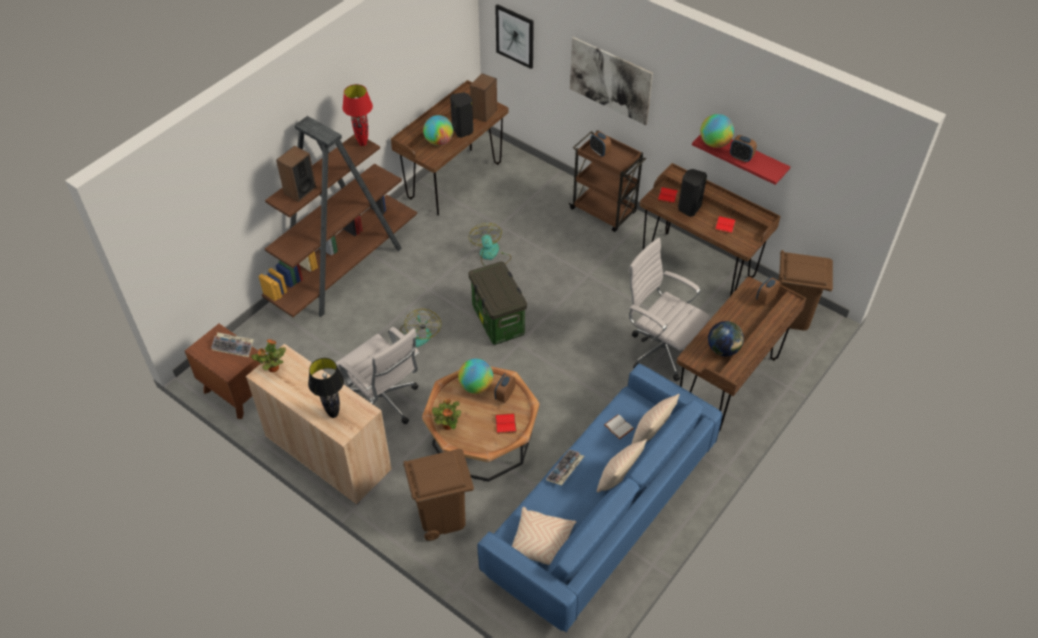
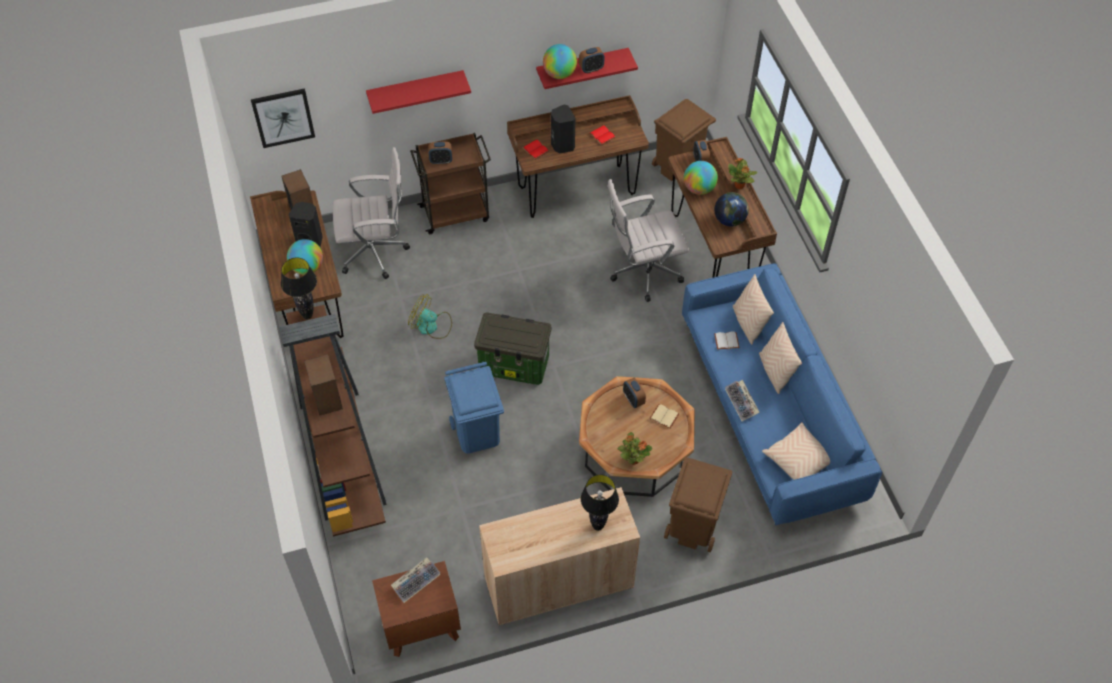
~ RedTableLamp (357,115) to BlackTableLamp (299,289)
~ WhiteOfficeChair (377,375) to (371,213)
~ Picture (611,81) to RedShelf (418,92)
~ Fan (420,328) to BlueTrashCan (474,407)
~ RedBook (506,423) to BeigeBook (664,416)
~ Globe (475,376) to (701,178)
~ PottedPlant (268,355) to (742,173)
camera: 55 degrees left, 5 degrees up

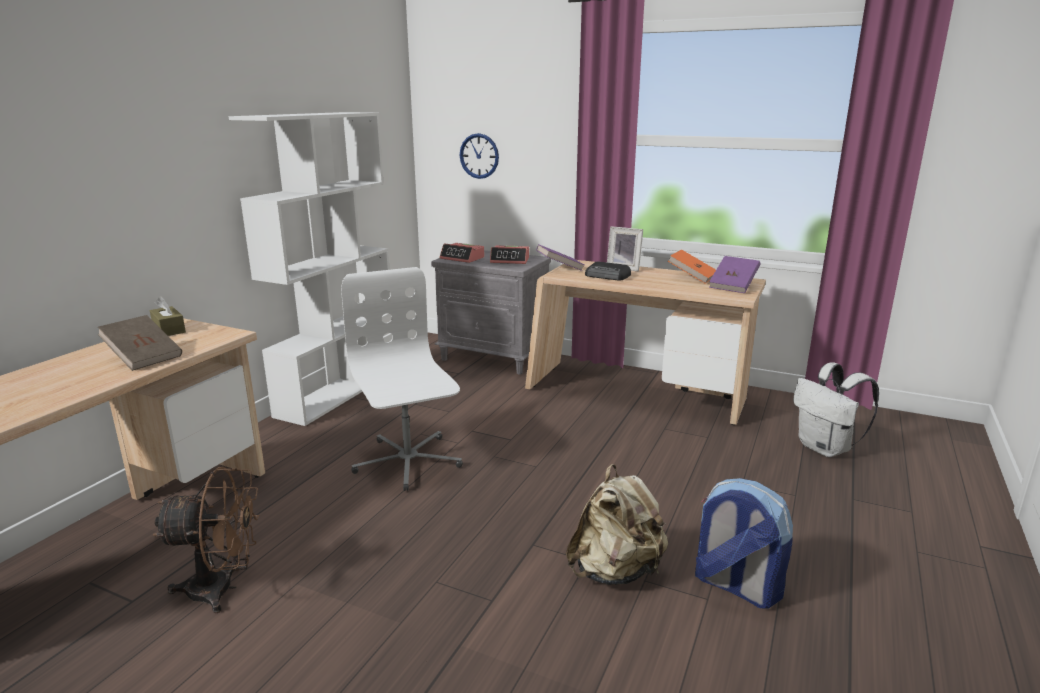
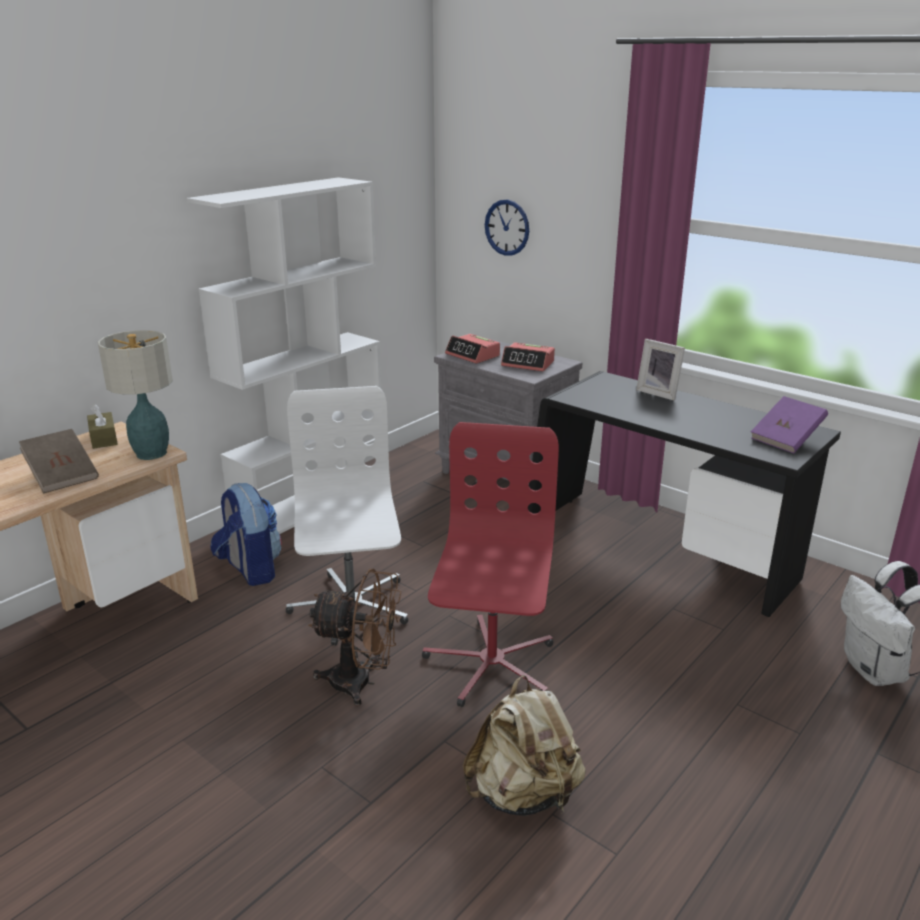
+ TableLamp (135,395)
~ Backpack (744,543) to (246,534)
~ BrownFan (206,540) to (355,637)
+ RedOfficeChair (490,564)
~ BeigeDesk (645,342) to BlackDesk (684,494)
- PurpleBook (560,258)
- Radio (608,271)
- OrangeBook (692,266)
camera: 15 degrees right, 5 degrees up

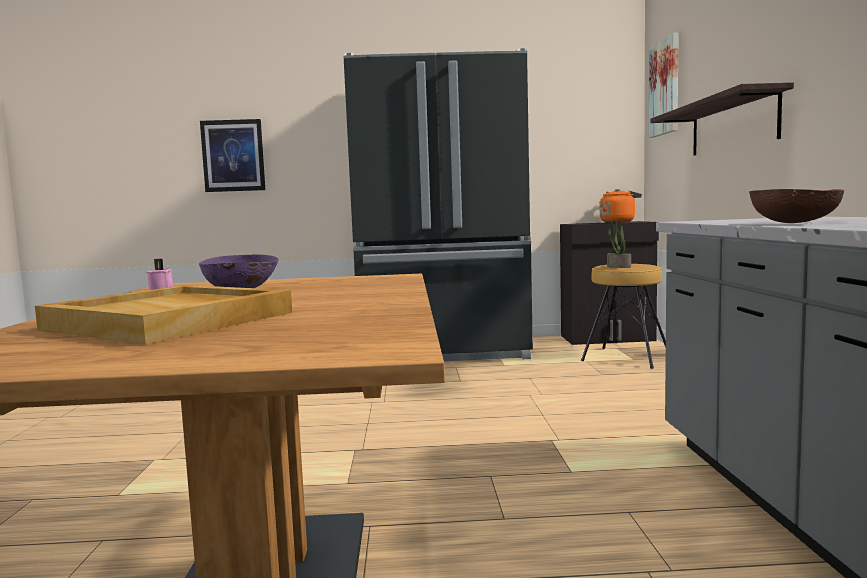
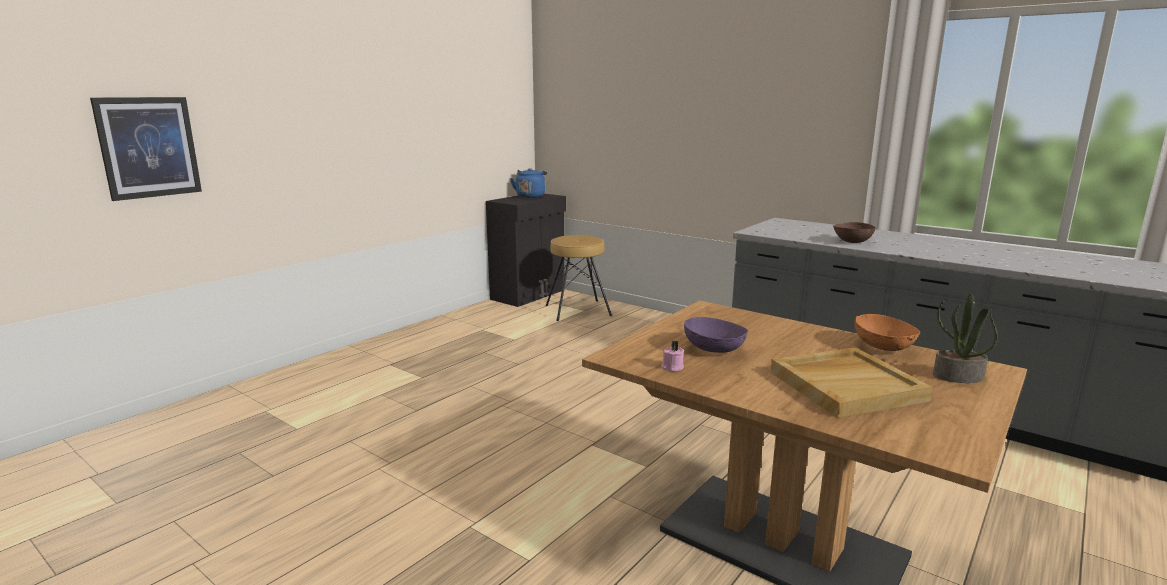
~ OrangeKettle (620,206) to BlueKettle (528,183)
+ OrangeBowl (887,332)
~ PottedPlant (619,243) to (965,338)
- BlackFridge (438,204)
- Picture (664,85)
- Shelf (722,119)
camera: 50 degrees left, 10 degrees up

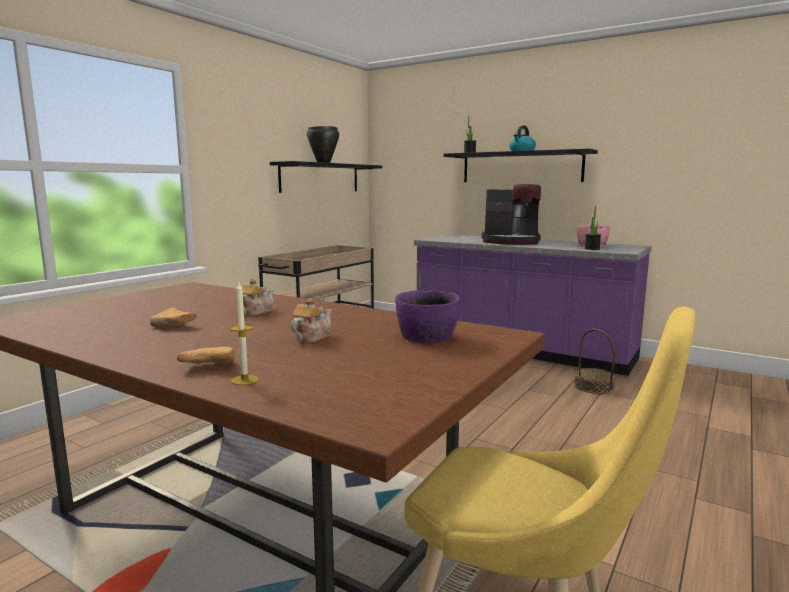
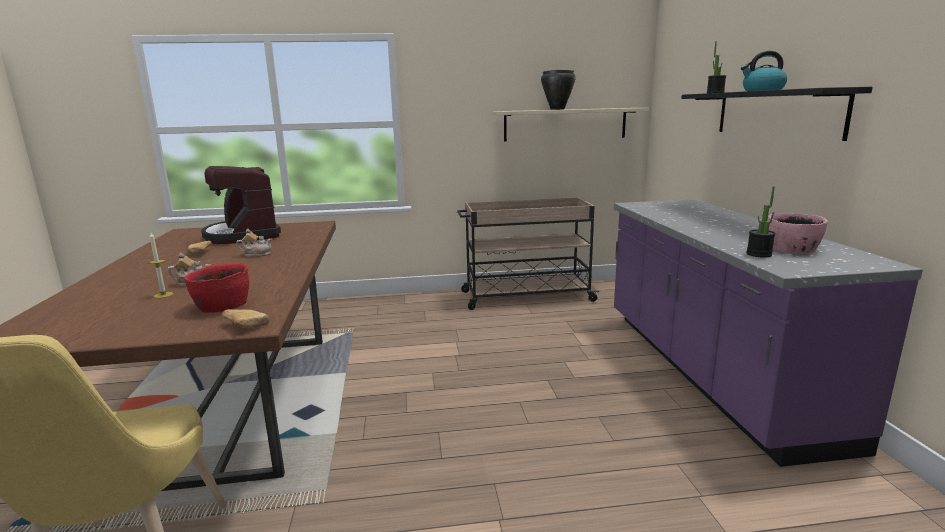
~ Candle (244,334) to (161,265)
~ PurpleBowl (427,316) to RedBowl (216,288)
~ CoffeeMachine (511,214) to (241,205)
~ Bread (206,355) to (245,318)
~ BlackShelf (326,177) to BeigeShelf (571,124)
- Basket (595,361)
camera: 50 degrees right, 5 degrees up

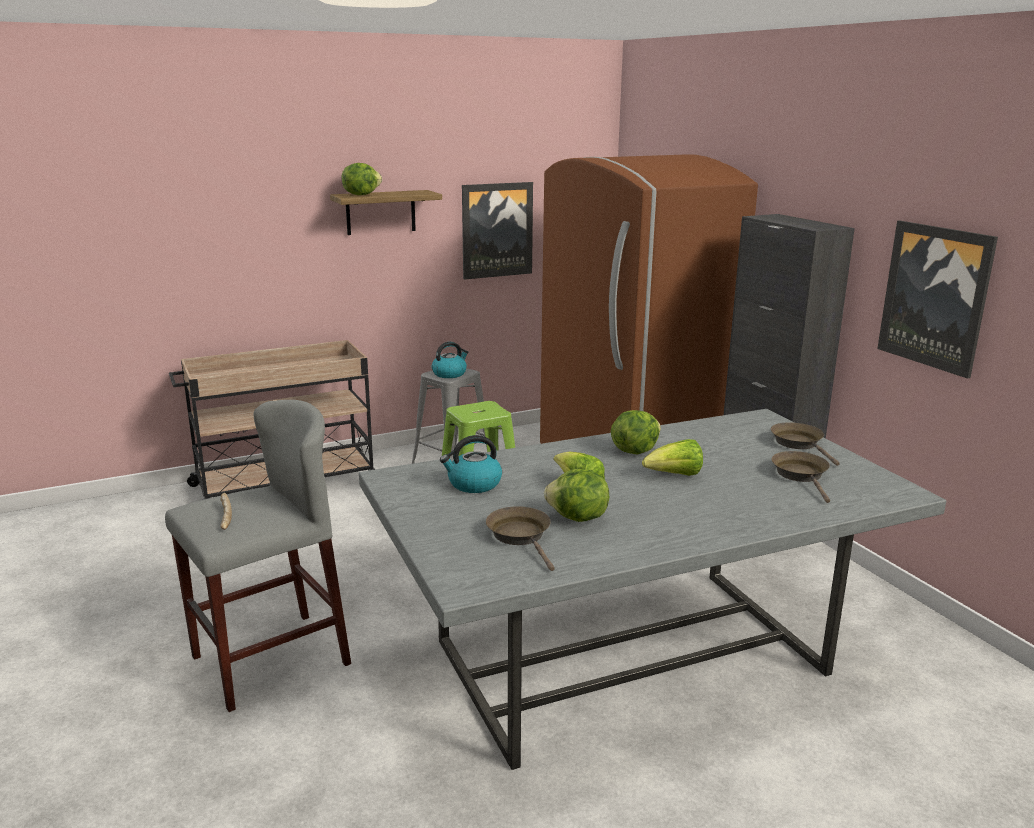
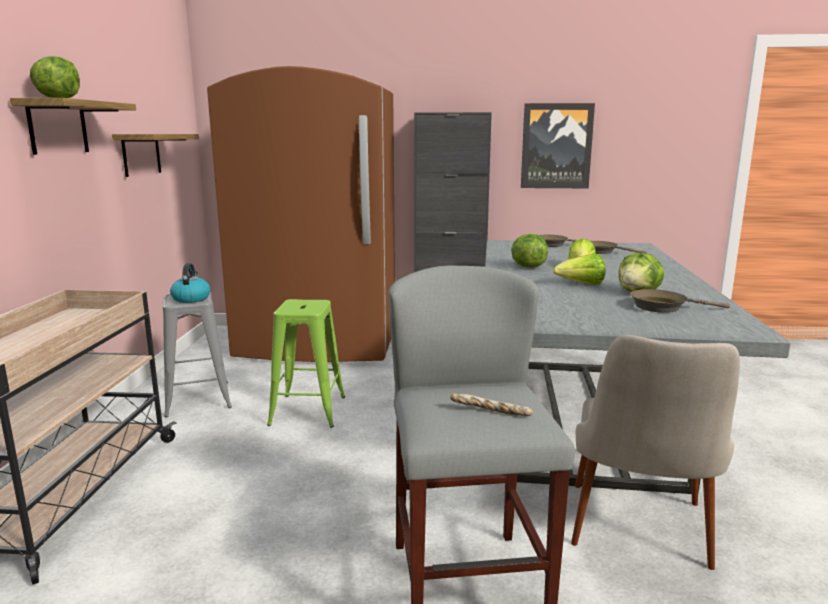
~ Picture (497,231) to Shelf (155,155)
+ BeigeChair (655,452)
- Kettle (471,464)
camera: 60 degrees left, 5 degrees down

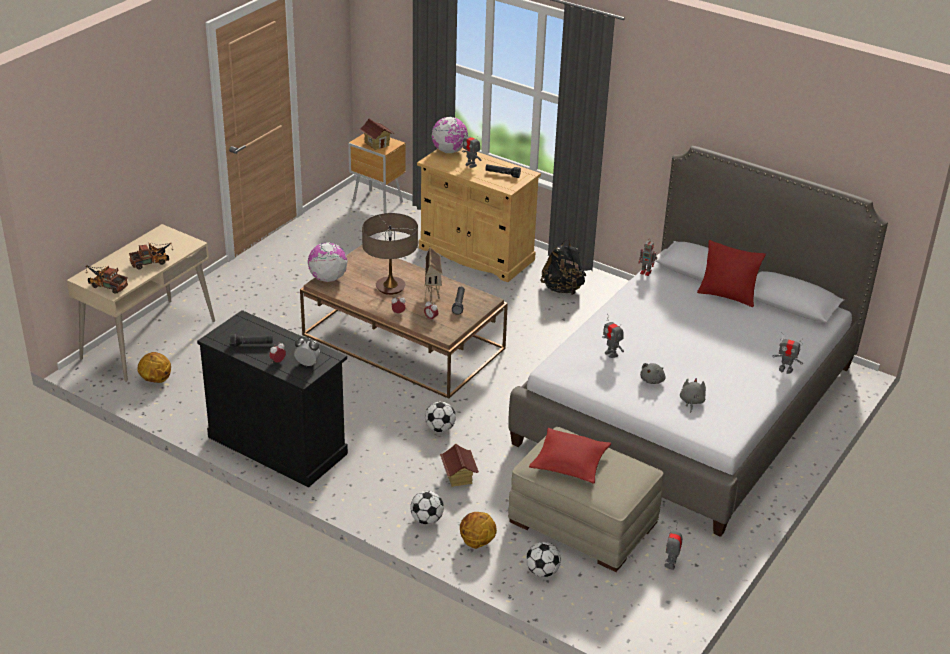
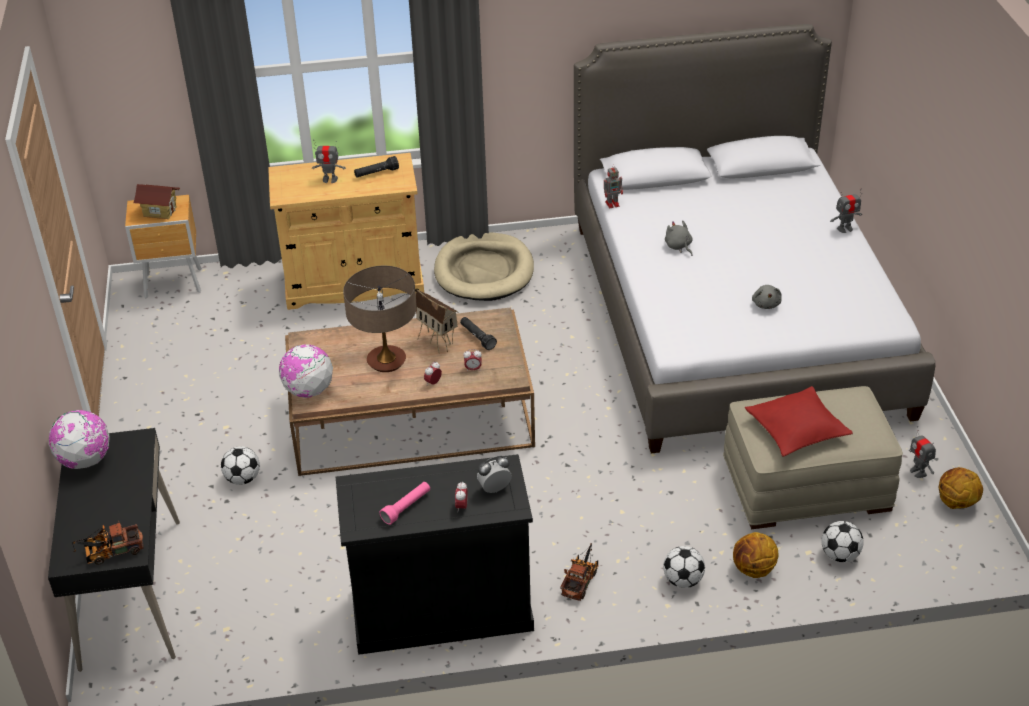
~ BeigeDesk (141,303) to BlackDesk (114,550)
~ Globe (450,135) to (79,439)
~ Football (440,416) to (240,465)
~ BlackFlashlight (251,340) to PinkFlashlight (405,503)
~ BlackBackpack (563,267) to BeigeDogBed (484,267)
~ ToyTruck (151,256) to (579,572)
~ GreyPlushToy (693,395) to (678,238)
~ Basketball (154,367) to (961,488)
- ToyHouse (459,465)
- ToyRobot (613,336)
- RedPillow (731,273)
camera: 40 degrees left, 5 degrees up

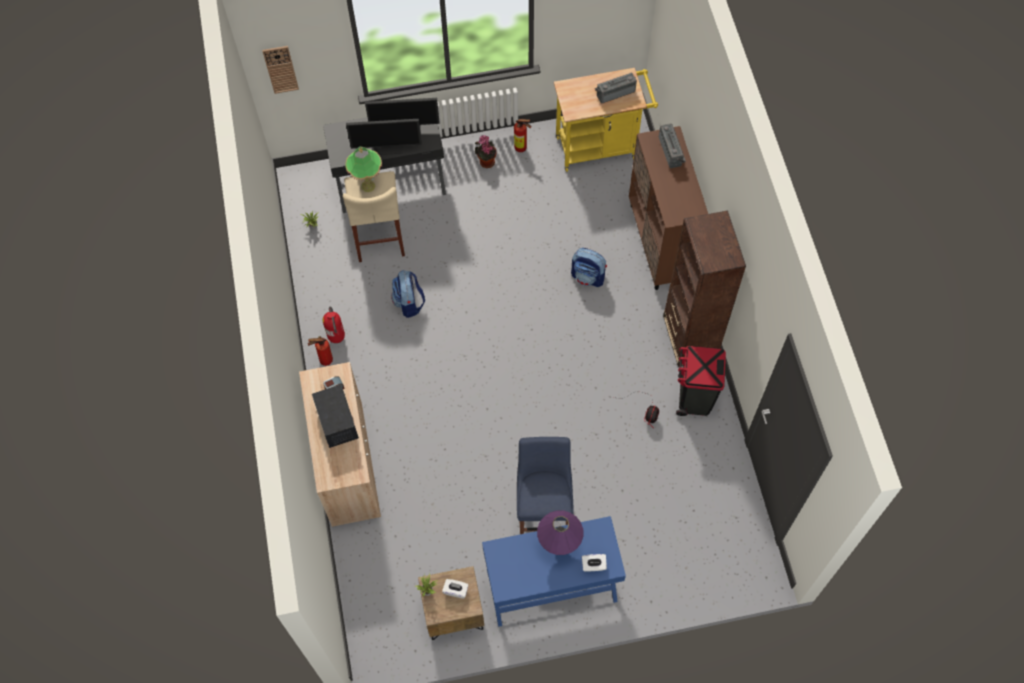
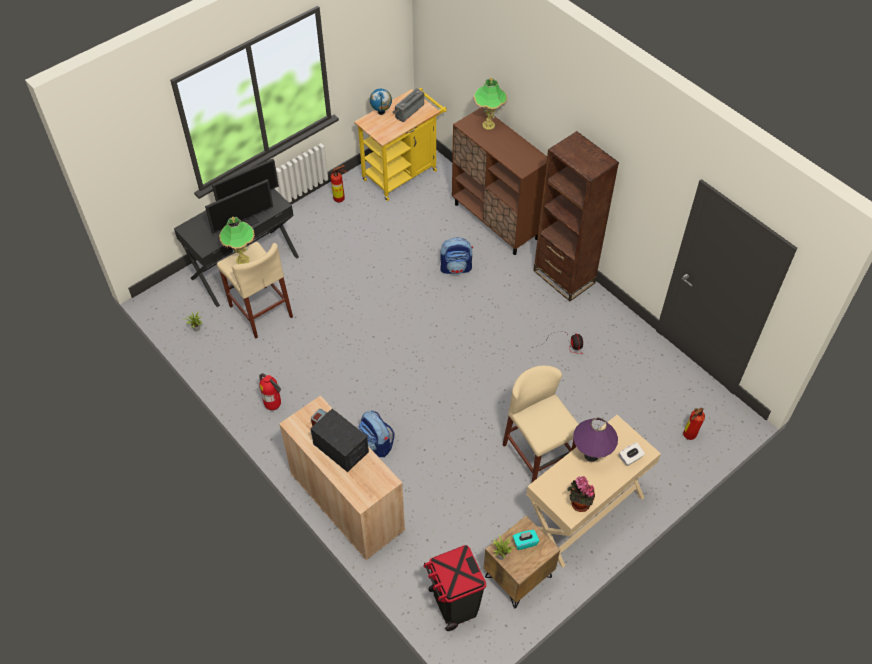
~ Backpack (408,294) to (377,433)
+ Globe (381,102)
~ BlackTrashCan (701,381) to (454,588)
~ Radio (672,145) to TableLamp (490,103)
~ BlueChair (545,485) to BeigeStool (541,423)
~ WhiteTissueBox (455,589) to TurquoiseTissueBox (526,540)
~ BlueDesk (554,571) to BeigeDesk (593,491)
~ PottedPlant (486,151) to (581,494)
~ FireExtinguisher (320,351) to (694,424)
- WallClock (280,70)
camera: 30 degrees left, 10 degrees down

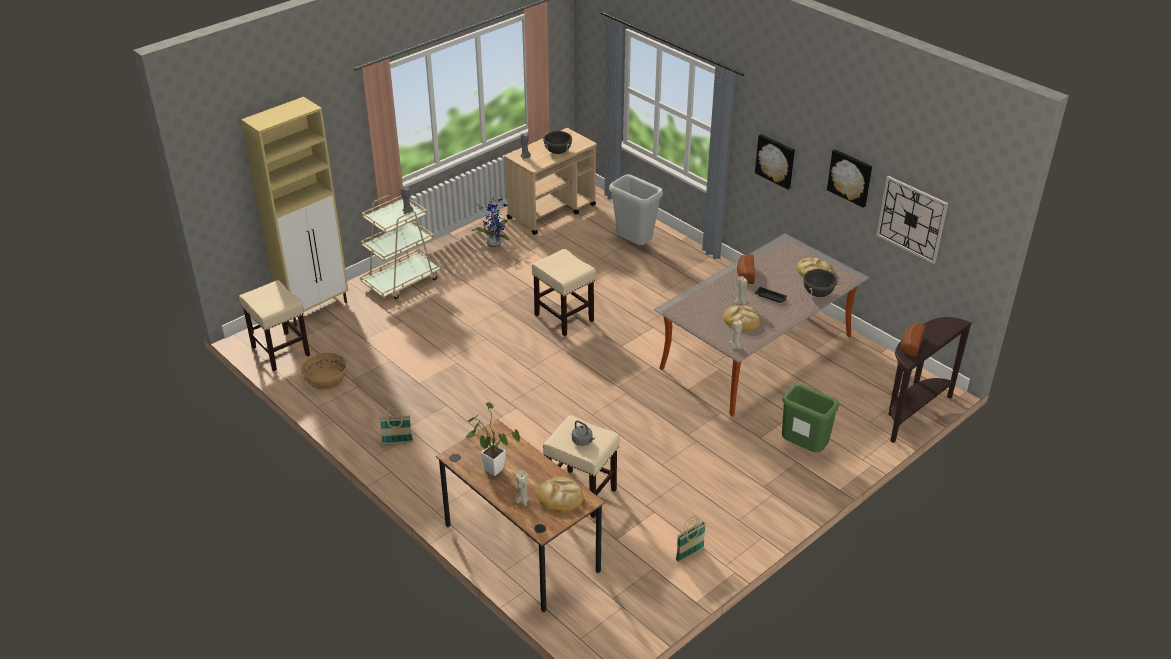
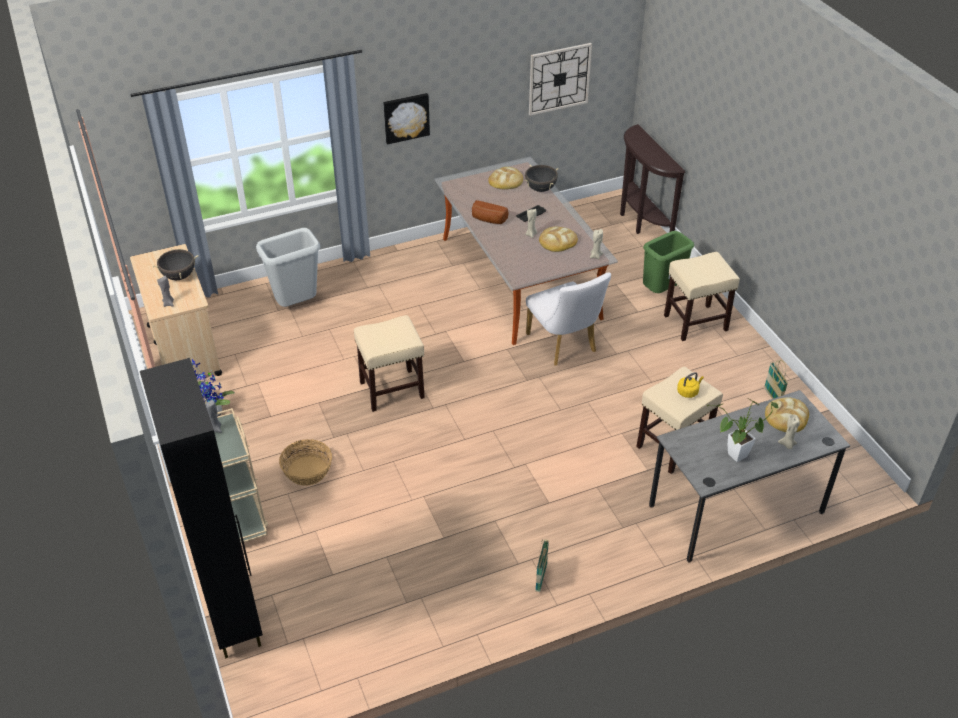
~ BeigeCabinet (294,212) to BlackCabinet (201,508)
~ Basket (324,371) to (305,462)
+ WhiteChair (568,319)
~ BrownDesk (520,515) to GreyDesk (749,476)
~ BeigeStool (274,325) to (702,296)
~ GreyKettle (583,433) to YellowKettle (690,385)
- Picture (849,178)
- Bread (913,340)
camera: 70 degrees left, 5 degrees up

